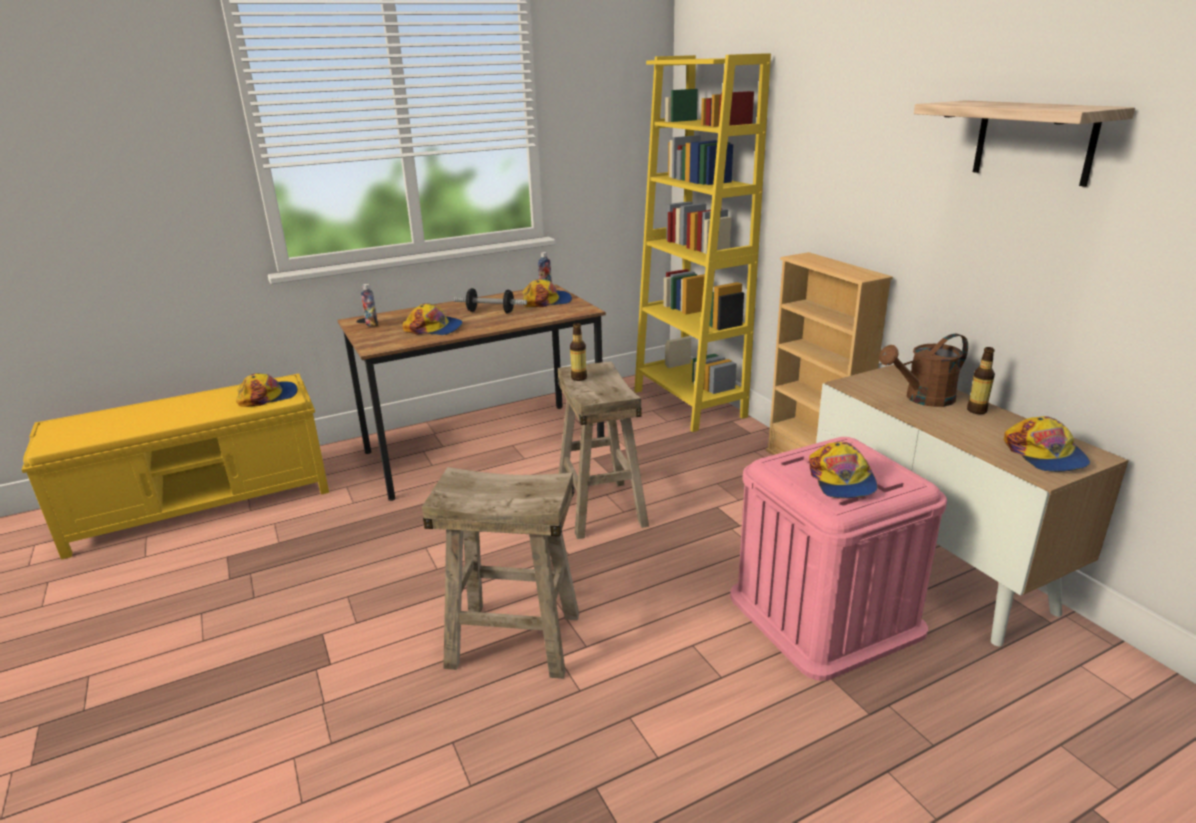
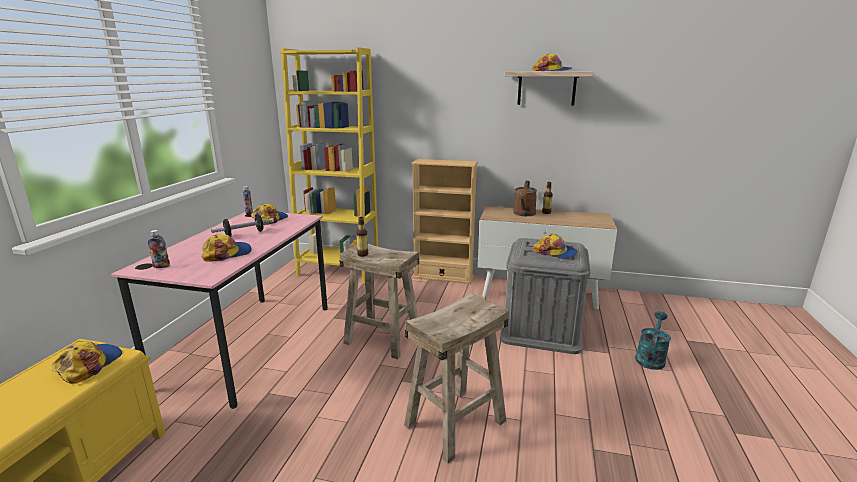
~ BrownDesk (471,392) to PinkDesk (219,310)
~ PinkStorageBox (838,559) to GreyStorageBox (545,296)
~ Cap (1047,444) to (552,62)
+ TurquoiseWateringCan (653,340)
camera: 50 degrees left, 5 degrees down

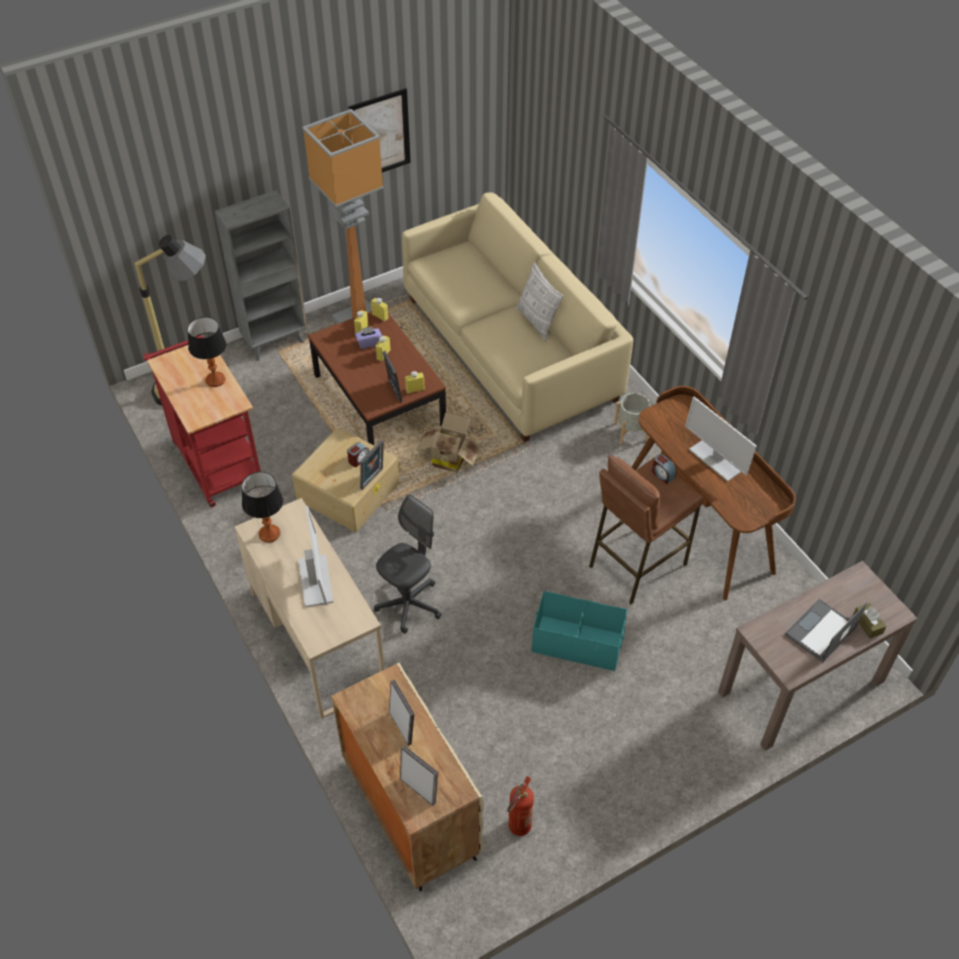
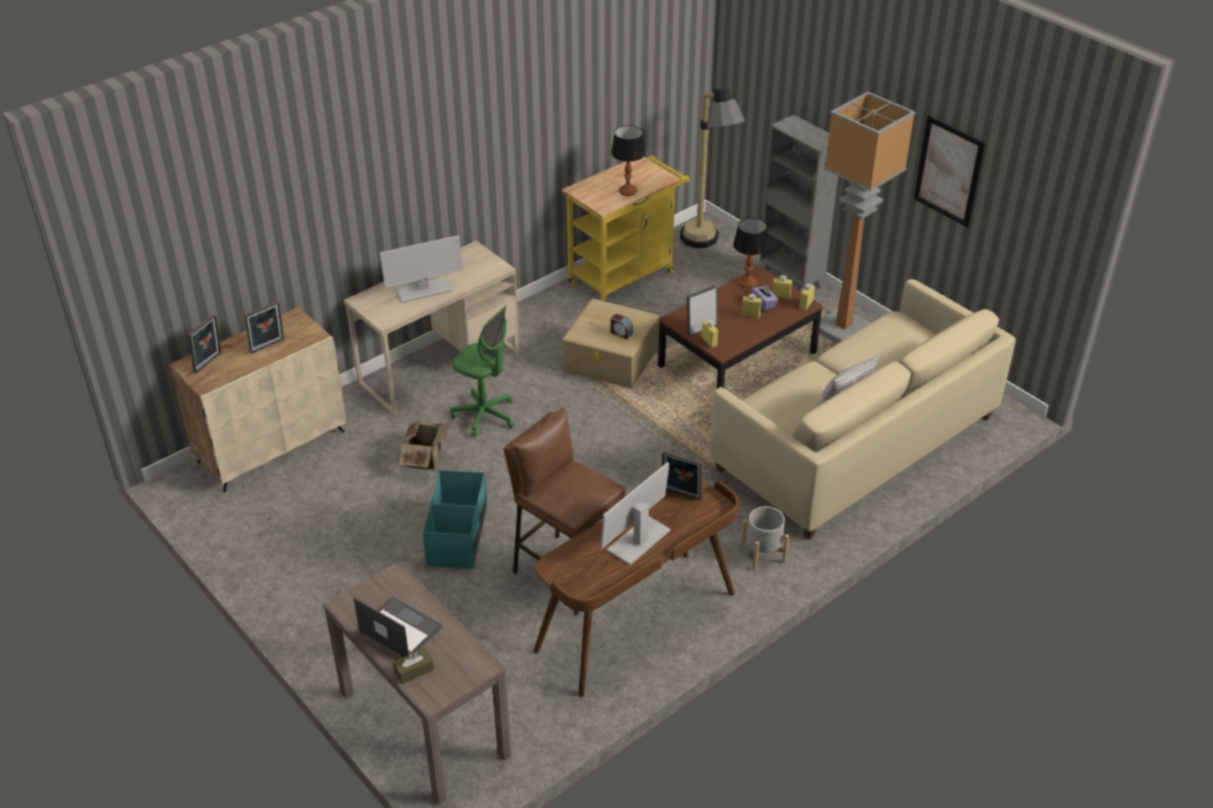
~ CardboardBox (448,442) to (425,443)
~ GreyOfficeChair (408,564) to GreenOfficeChair (482,371)
~ RedCart (203,421) to YellowCart (625,228)
~ PictureFrame (372,465) to (682,476)
~ TableLamp (262,507) to (751,253)
- FireExtinguisher (520,806)
- AlarmClock (664,469)
camera: 80 degrees right, 10 degrees down

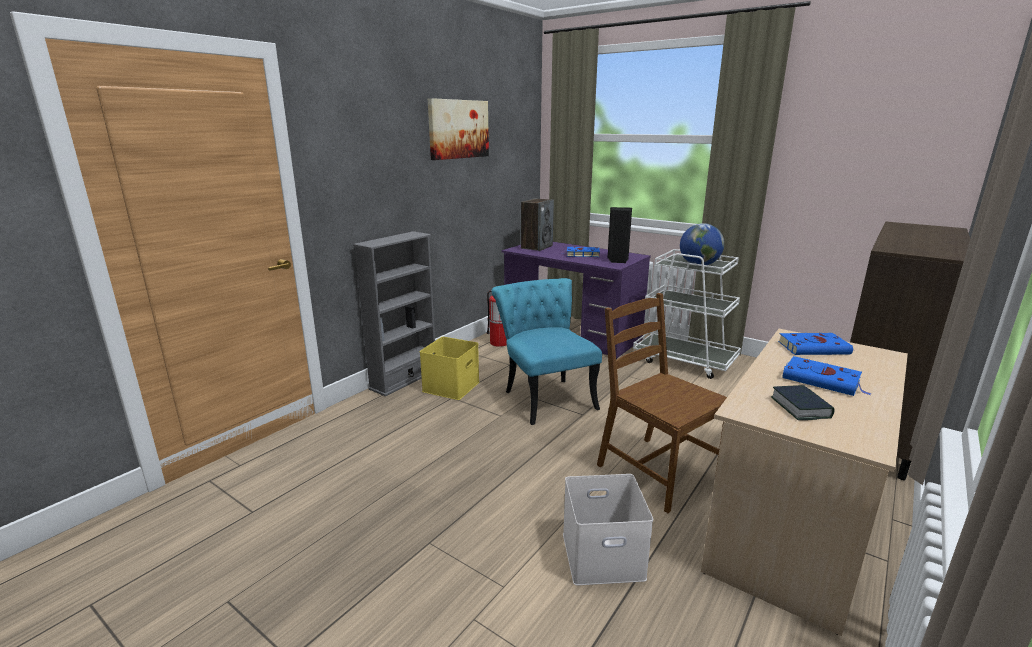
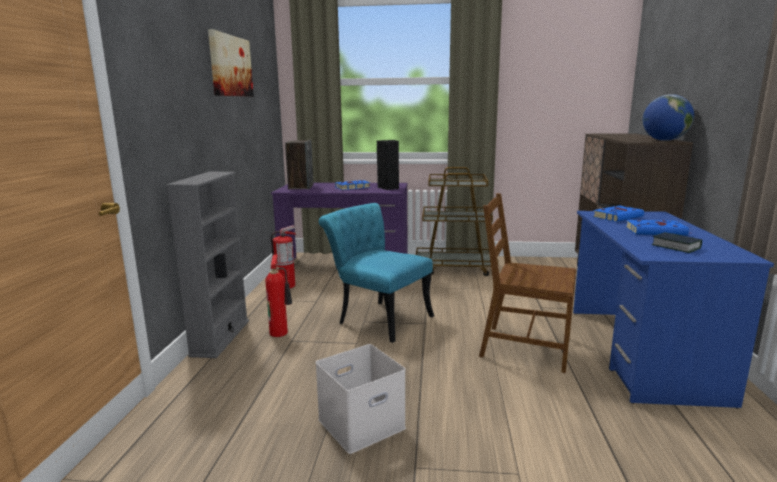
~ YellowStorageBox (449,368) to FireExtinguisher (278,296)
~ WhiteStorageBox (608,529) to (360,399)
~ WhiteCart (687,314) to BrownCart (457,221)
~ BeigeDesk (804,482) to BlueDesk (673,310)
~ Globe (702,244) to (668,117)
camera: 30 degrees left, 5 degrees down

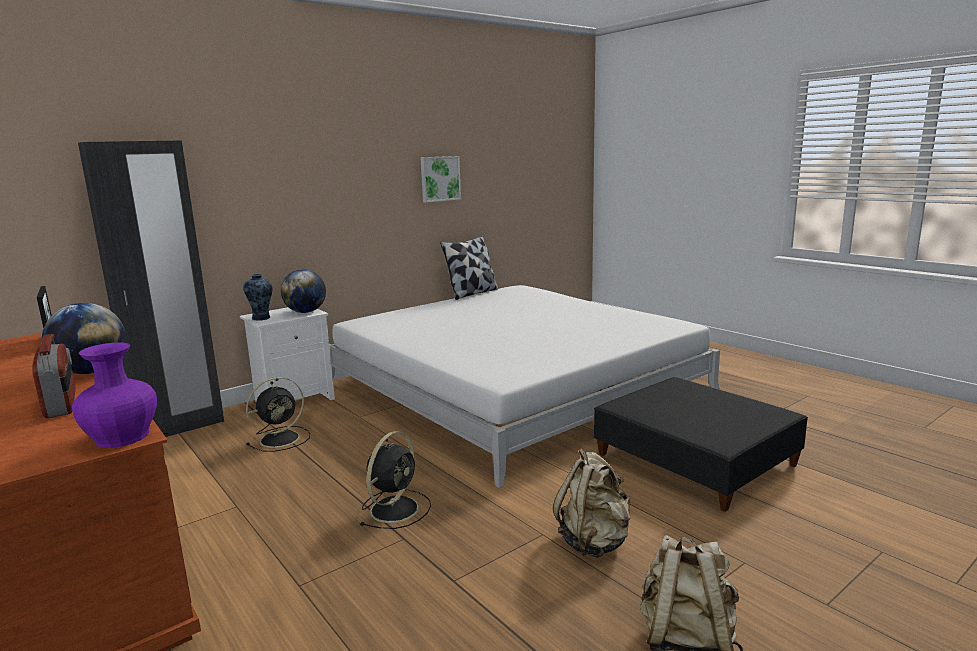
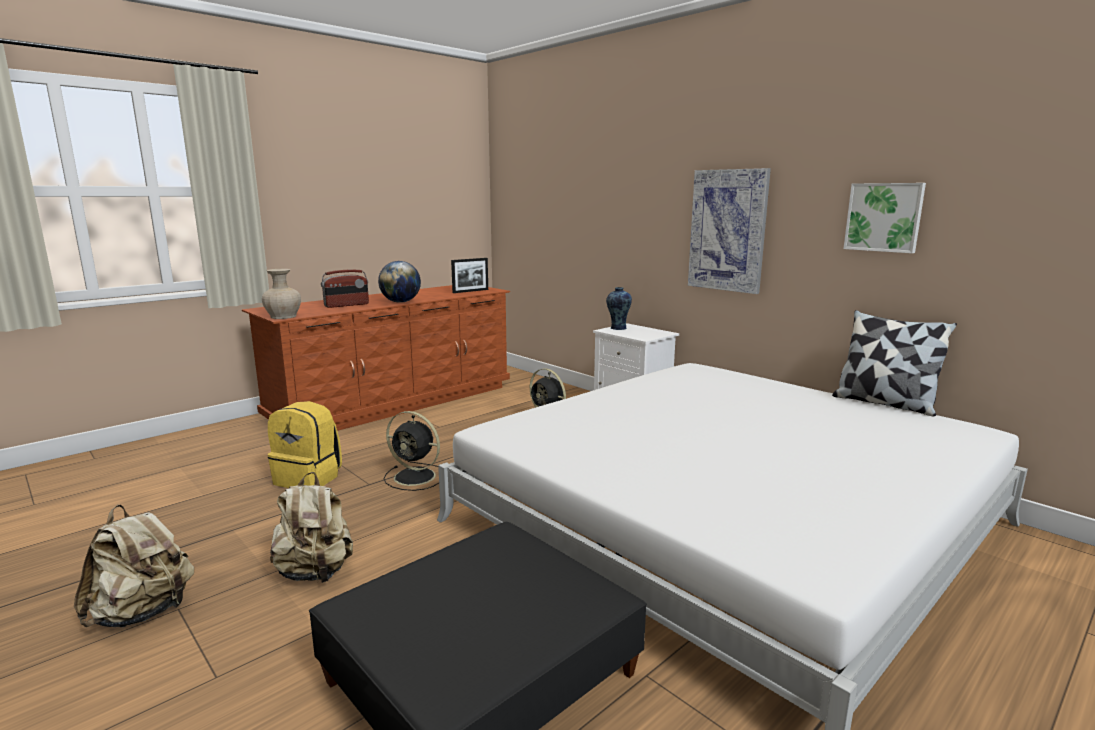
~ PurpleVase (114,395) to BeigeVase (281,294)
+ YellowBackpack (305,444)
+ Picture (729,231)
- BlackWardrobe (151,289)
- Globe (303,291)
camera: 85 degrees right, 0 degrees up

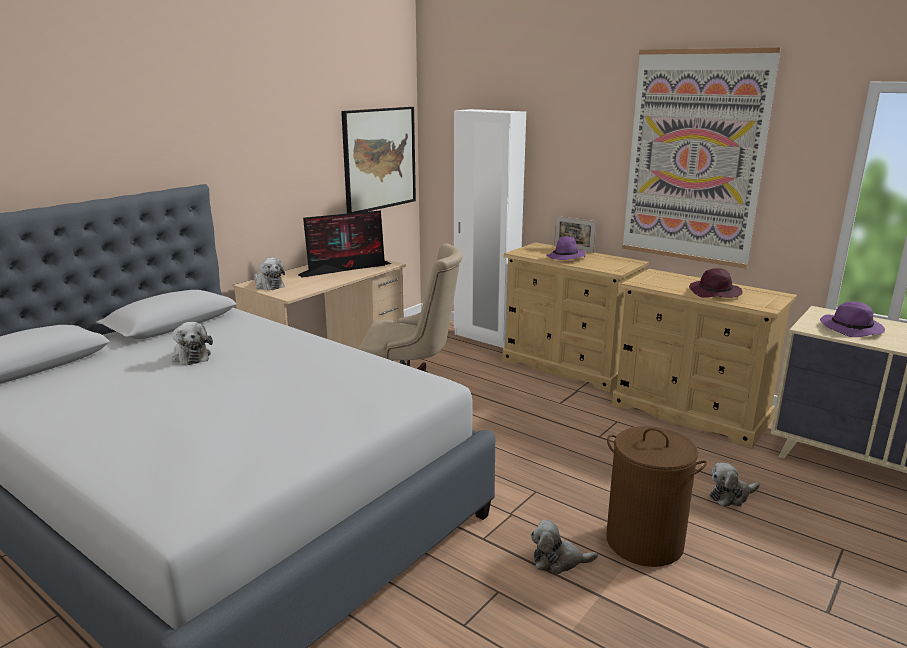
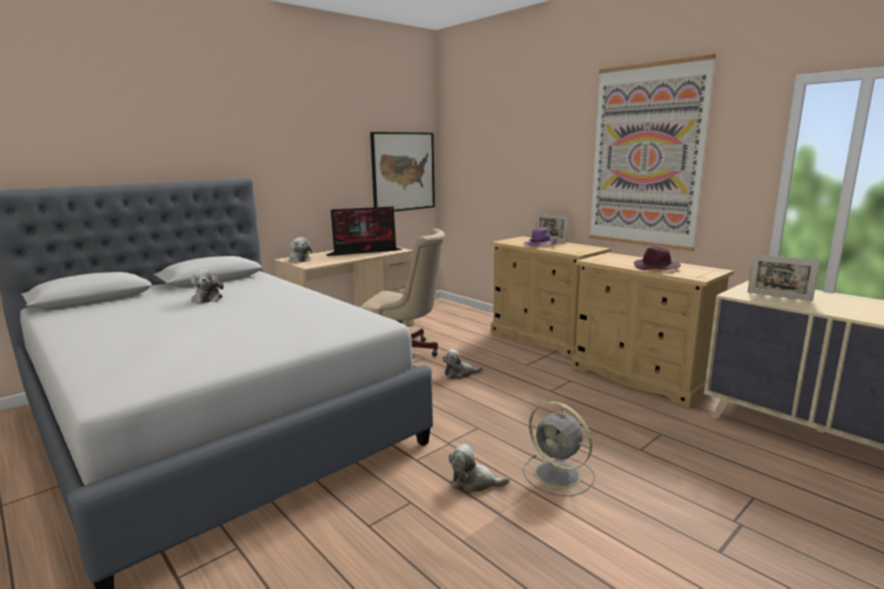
~ PlushToy (735,484) to (462,364)
~ BrownLaundryBasket (656,496) to GreyFan (559,448)
~ PurpleHat (852,319) to PictureFrame (783,277)
- WhiteWardrobe (490,228)
camera: 10 degrees right, 5 degrees down

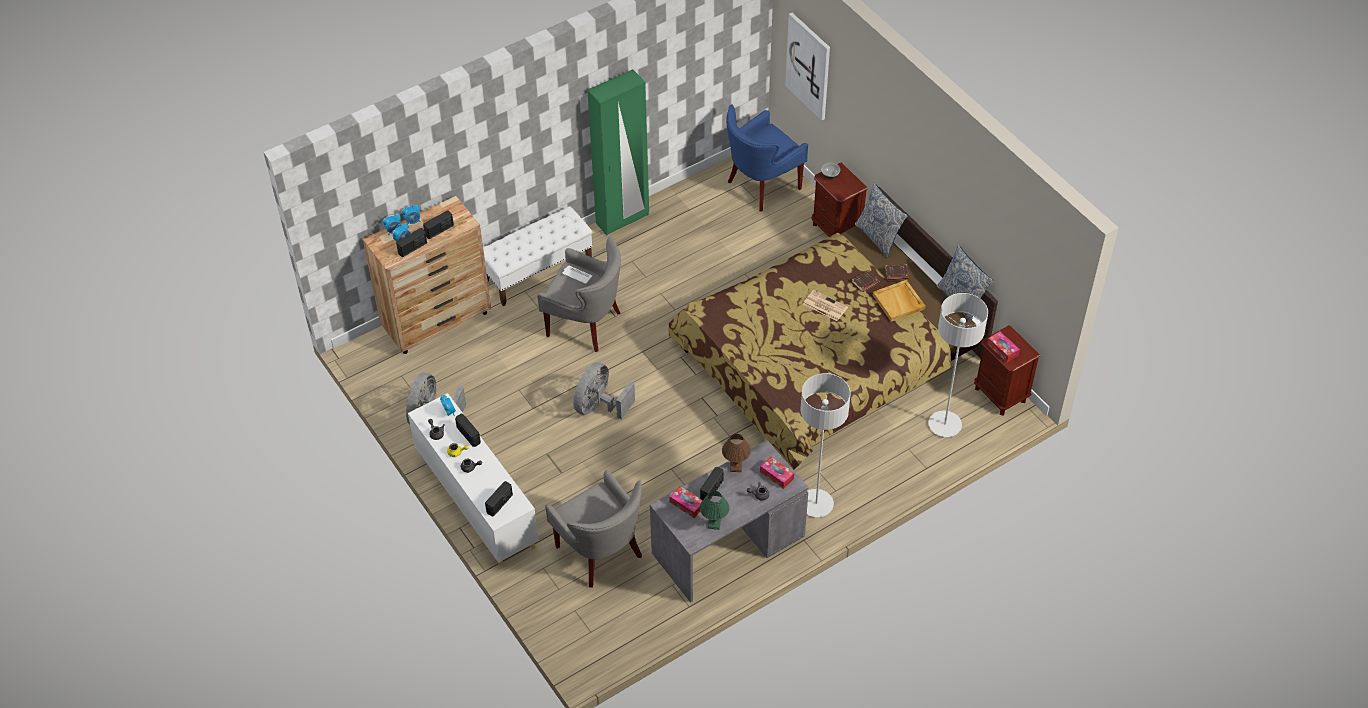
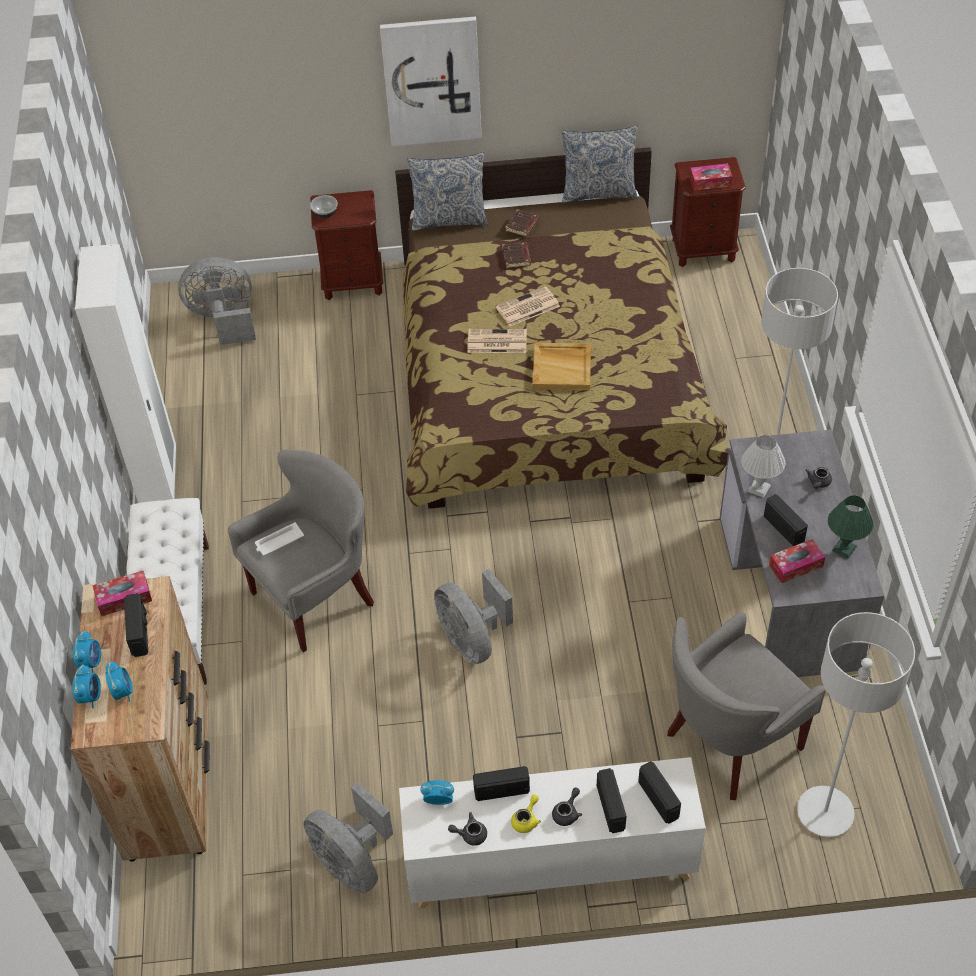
~ GreenWardrobe (618,152) to WhiteWardrobe (125,373)
~ TissueBox (777,472) to (122,593)
~ BlueArmchair (767,158) to GreyFan (217,301)
~ Picture (807,66) to (431,81)
+ Newspaper (497,341)
~ BeigeTray (899,301) to (561,367)
~ Radio (411,242) to (611,800)
~ GreyArmchair (593,529) = (746,706) 150 degrees clockwise
~ BrownTableLamp (736,453) to WhiteTableLamp (763,466)
~ GreyFloorLamp (958,365) to (856,724)
camera: 60 degrees left, 0 degrees up

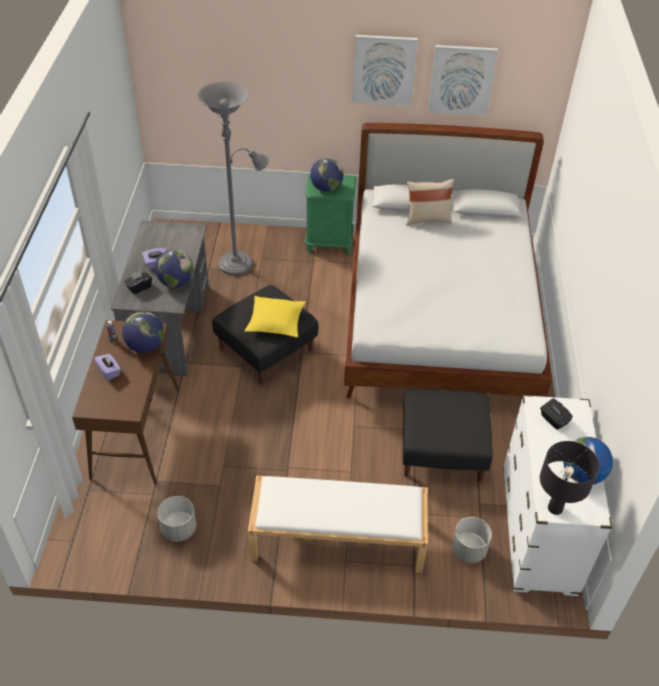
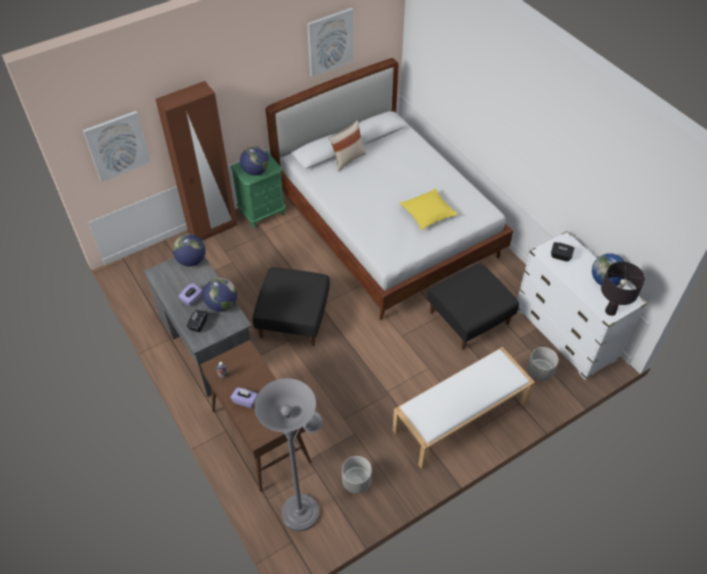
~ Picture (385,70) to (117,146)
+ BrownWardrobe (196,160)
~ Globe (143,332) to (189,250)
~ GreyFloorLamp (233,179) to (288,454)
~ YellowPillow (275,317) to (429,209)
camera: 35 degrees left, 5 degrees up

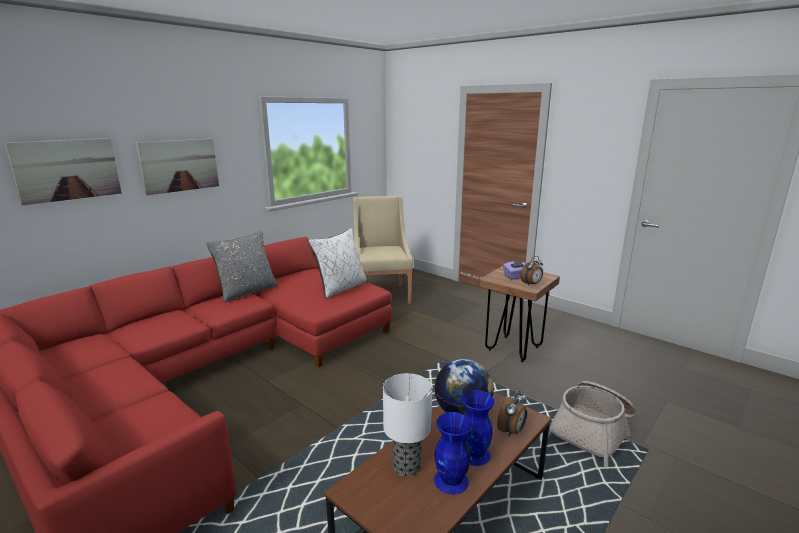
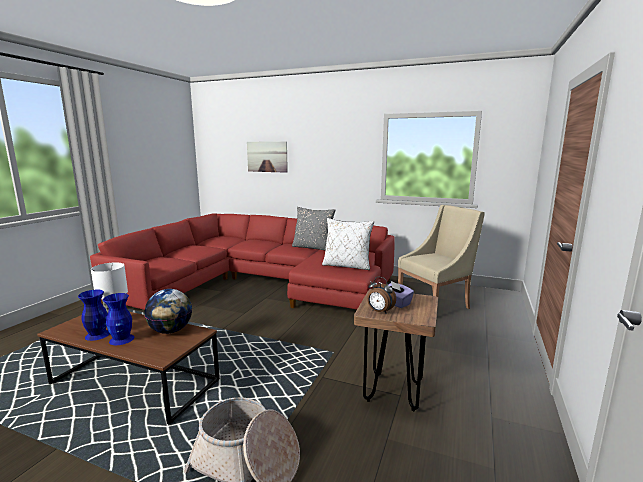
- Picture (177,167)
- AlarmClock (512,413)
camera: 70 degrees right, 5 degrees down

